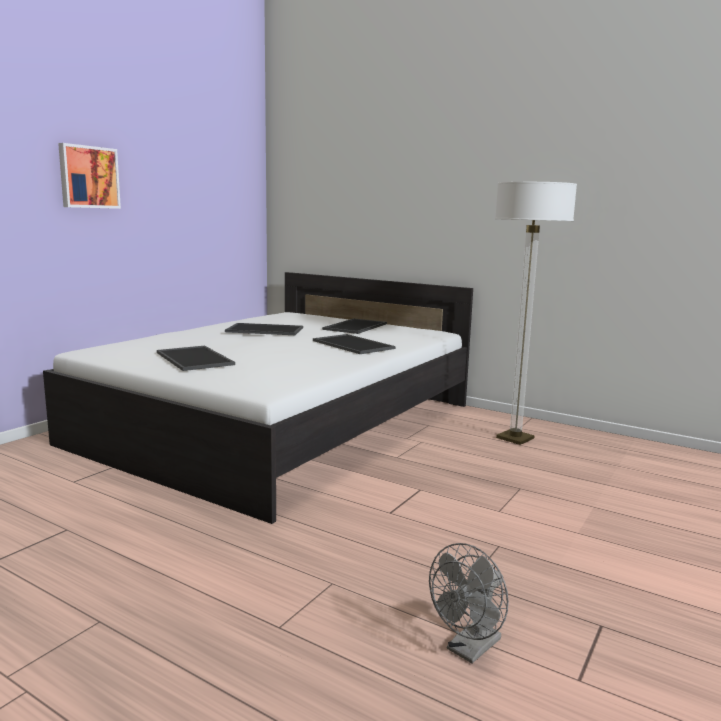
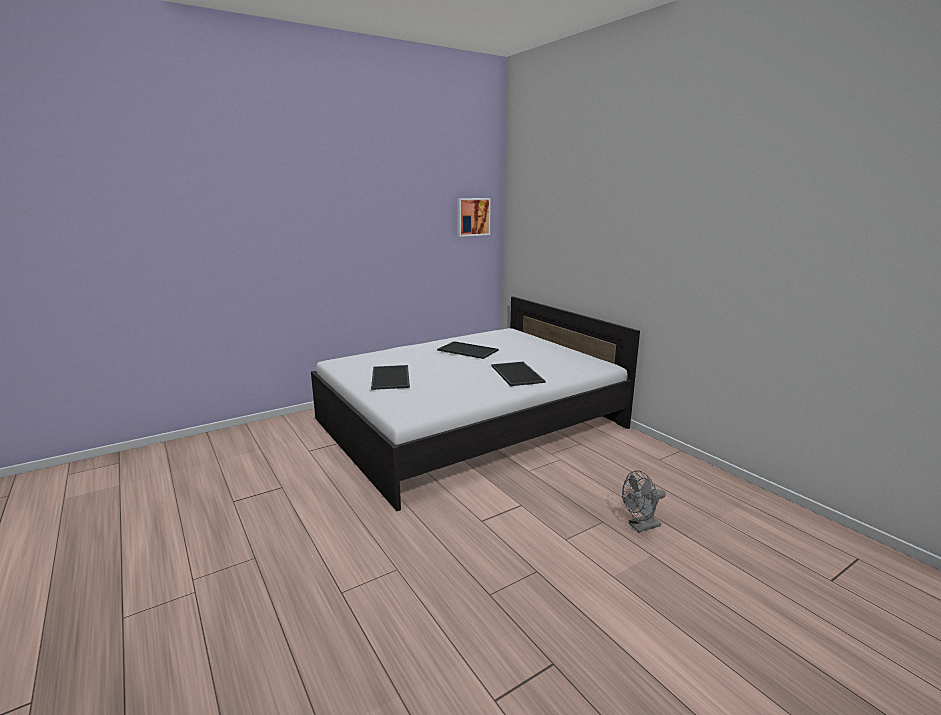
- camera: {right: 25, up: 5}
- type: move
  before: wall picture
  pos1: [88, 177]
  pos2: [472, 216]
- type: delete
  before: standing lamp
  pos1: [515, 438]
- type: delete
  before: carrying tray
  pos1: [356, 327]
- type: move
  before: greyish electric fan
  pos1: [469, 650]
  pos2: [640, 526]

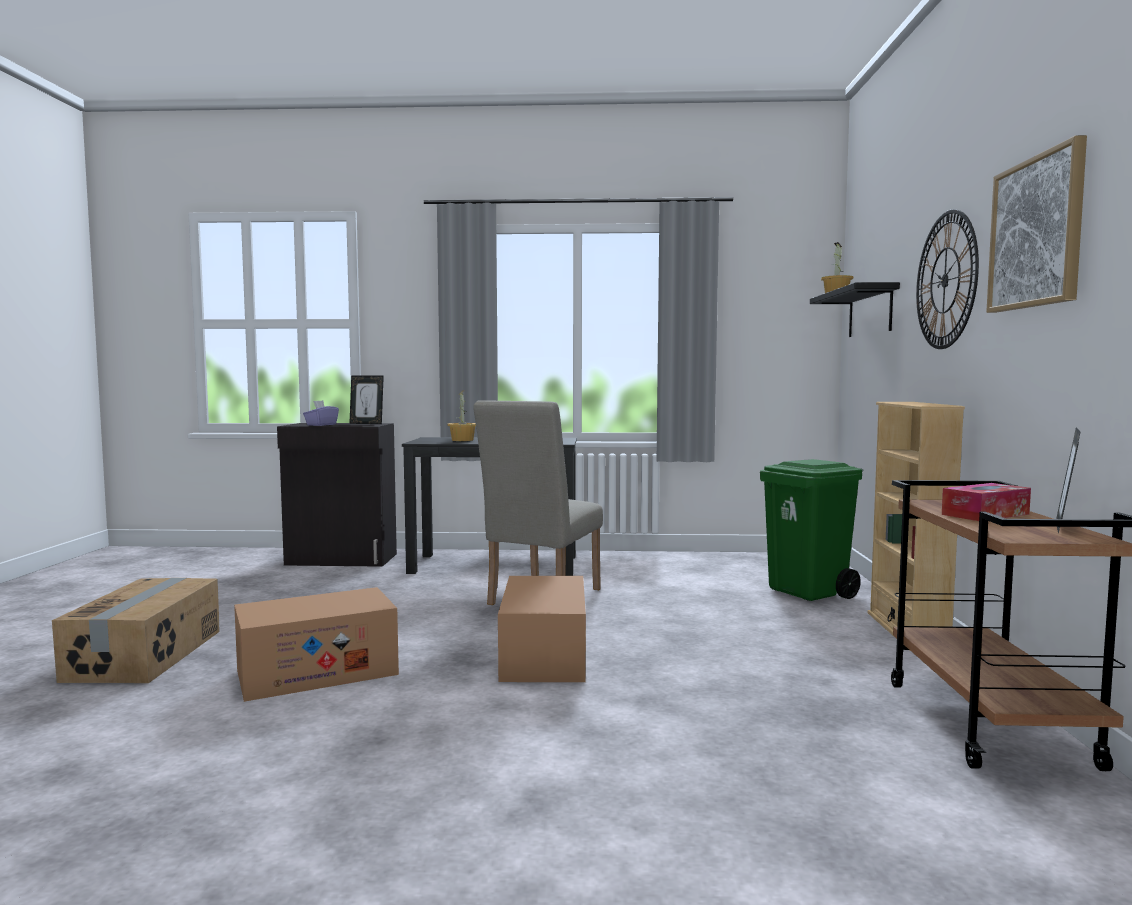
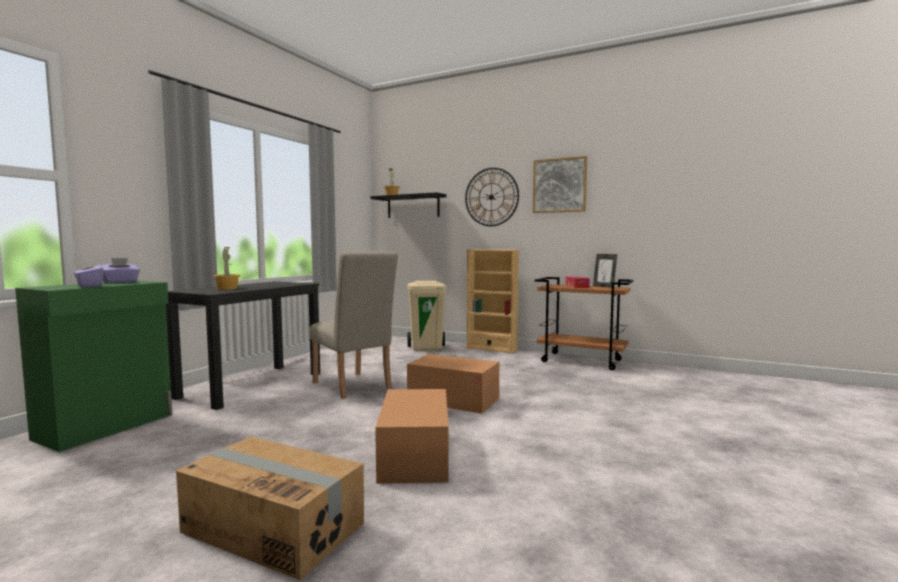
- camera: {right: -65, up: 0}
- type: replace
  before: standing frame
  after: purple-coloured tissue holder
  pos1: [367, 423]
  pos2: [120, 282]
- type: recolor
  before: black-coloured cupboard
  after: greenish cupboard
  pos1: [342, 560]
  pos2: [107, 426]
- type: recolor
  before: greenish rubbish bin
  after: beige-coloured rubbish bin
  pos1: [808, 592]
  pos2: [427, 348]

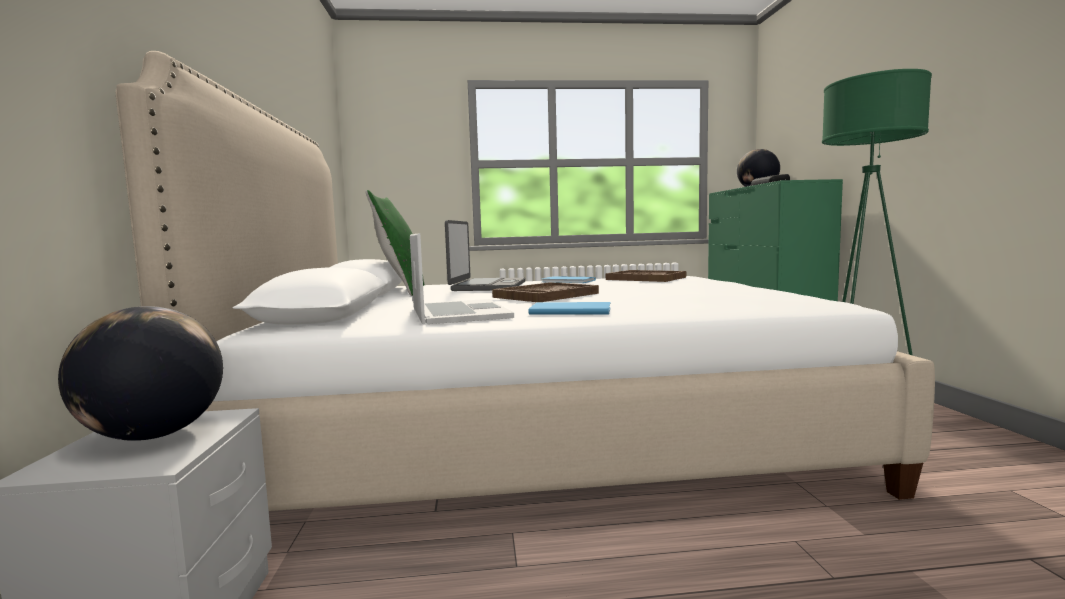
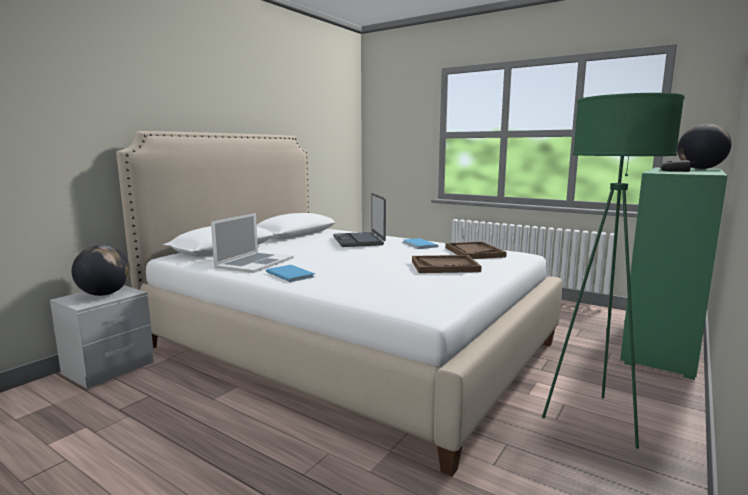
- camera: {right: 40, up: 5}
- type: delete
  before: greenish throw pillow
  pos1: [401, 291]
- type: rotate
  before: notebook computer
  pos1: [487, 286]
  pos2: [359, 240]
  turn: 120
- type: move
  before: brown-coloured carrying tray
  pos1: [546, 295]
  pos2: [445, 266]

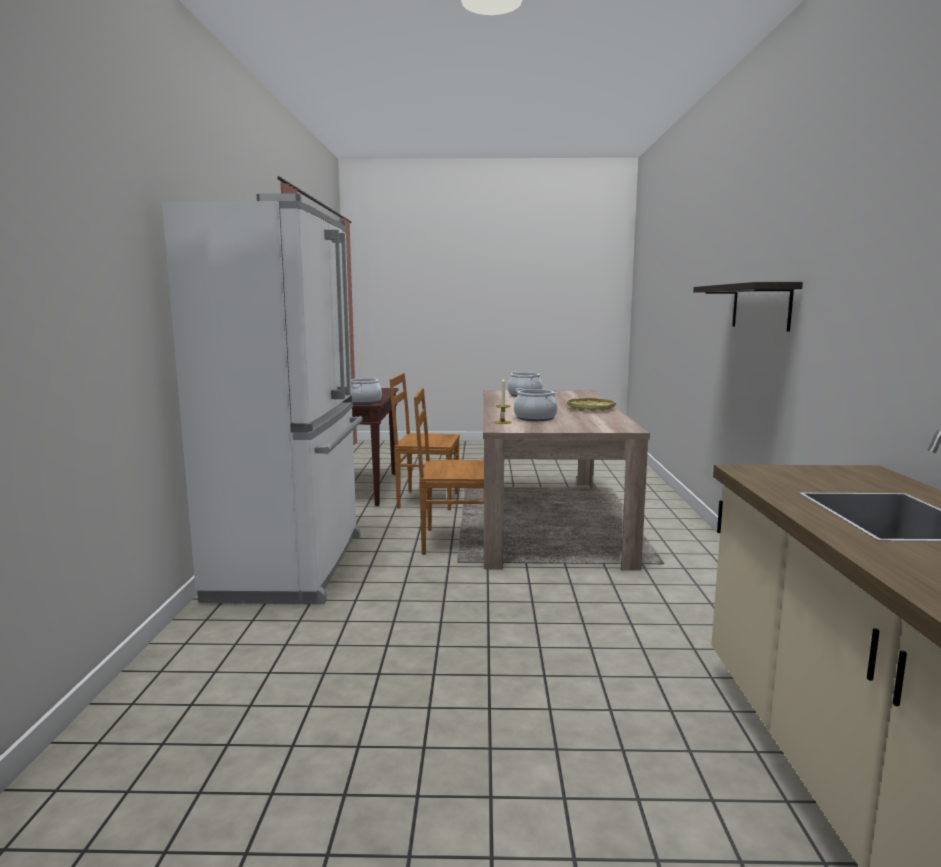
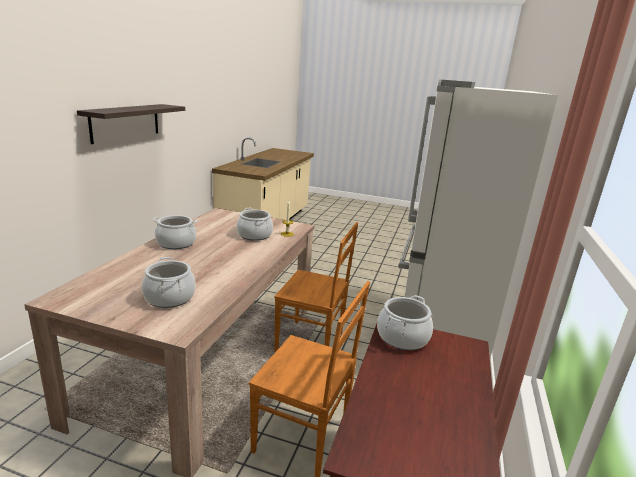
- camera: {right: -165, up: 10}
- type: replace
  before: yellow-coloured carrying tray
  after: cooking pot
  pos1: [591, 408]
  pos2: [176, 243]

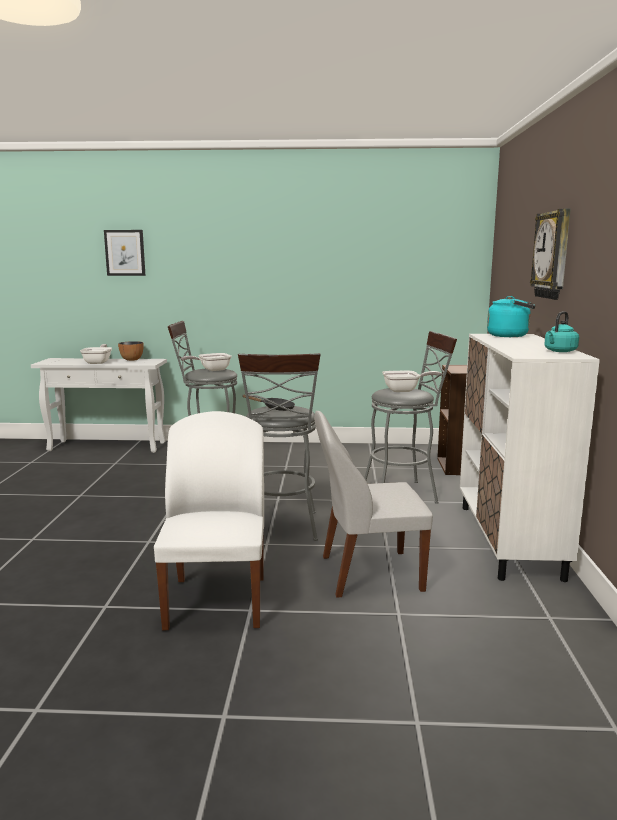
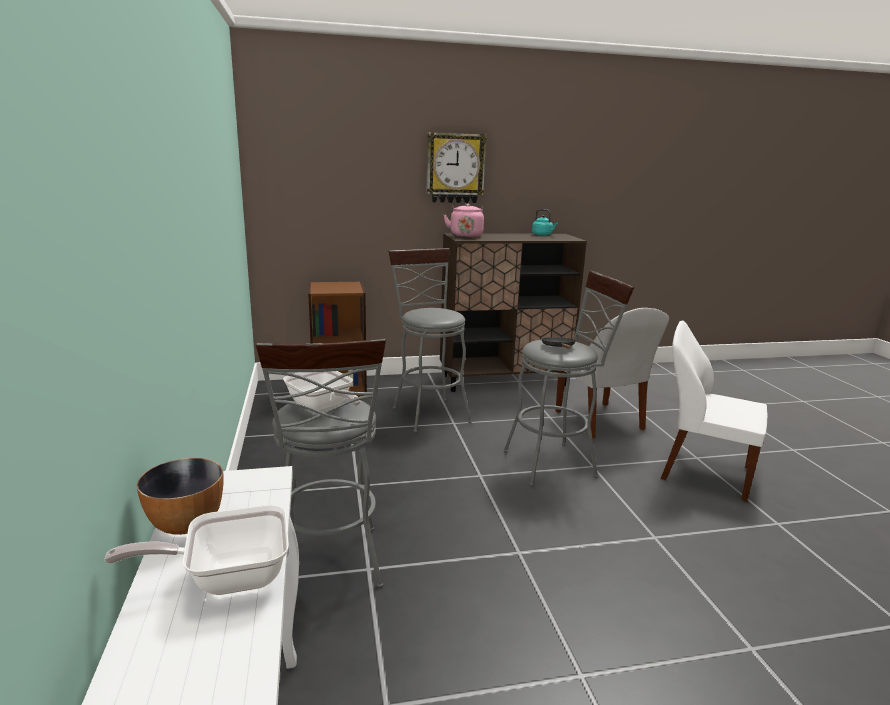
- camera: {right: -105, up: 5}
- type: delete
  before: wall picture
  pos1: [125, 253]
- type: recolor
  before: blue-green kettle
  after: pink kettle
  pos1: [510, 336]
  pos2: [465, 236]
- type: recolor
  before: whitish cupboard
  after: brown-coloured cupboard
  pos1: [508, 540]
  pos2: [504, 380]
- type: delete
  before: skillet
  pos1: [405, 390]
- type: rotate
  before: whitish chair
  pos1: [217, 600]
  pos2: [702, 472]
  turn: 45

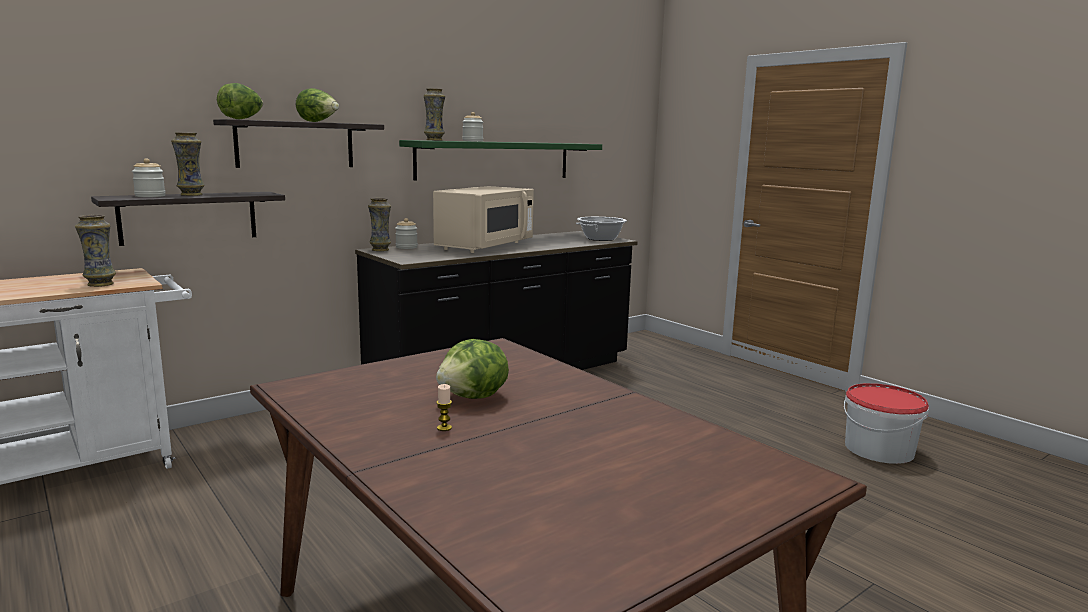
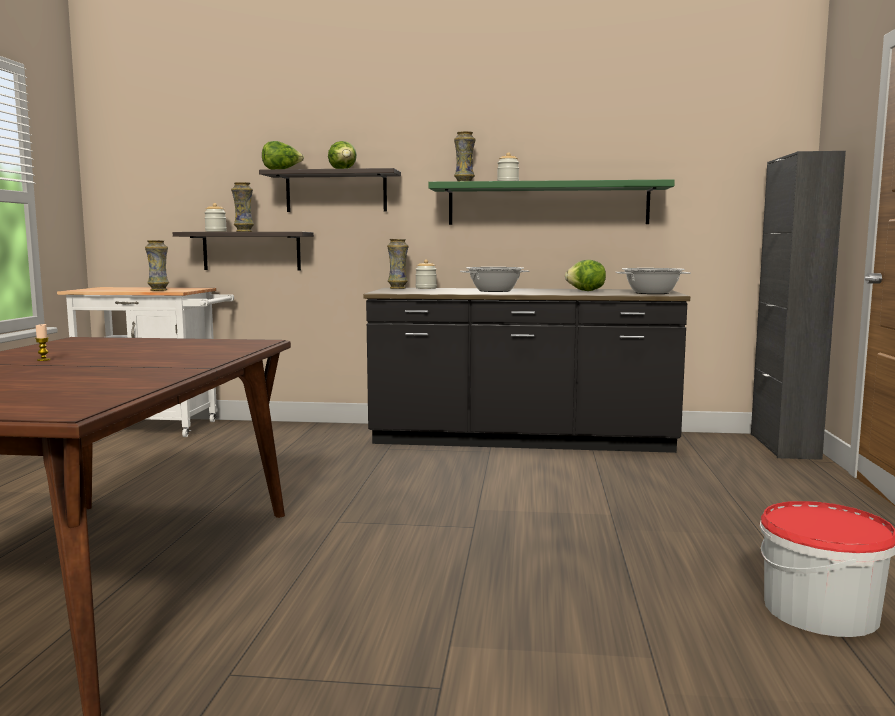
- camera: {right: 45, up: -5}
- type: replace
  before: beige-coloured microwave
  after: cooking pot
  pos1: [485, 246]
  pos2: [494, 291]
- type: move
  before: head of lettuce
  pos1: [474, 397]
  pos2: [586, 291]
- type: insert
  after: black-coloured cupboard
  pos2: [784, 446]

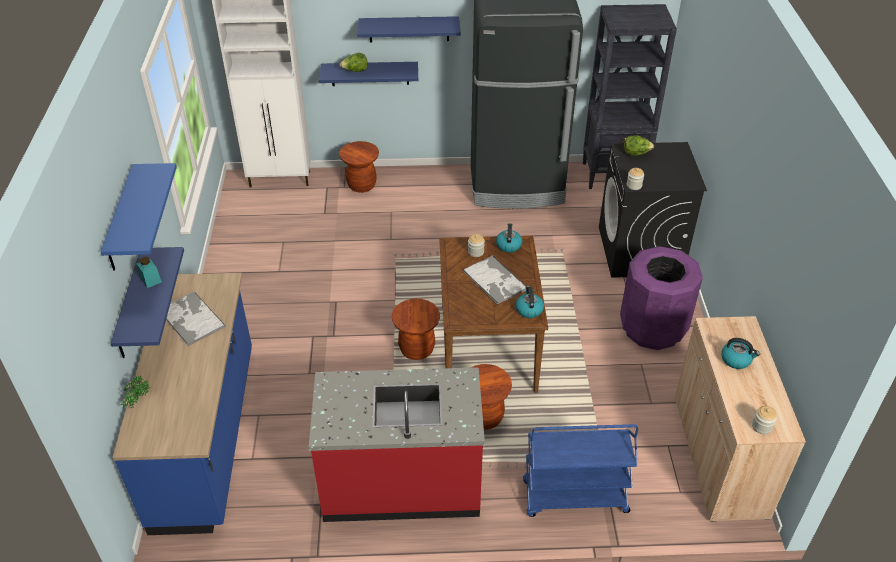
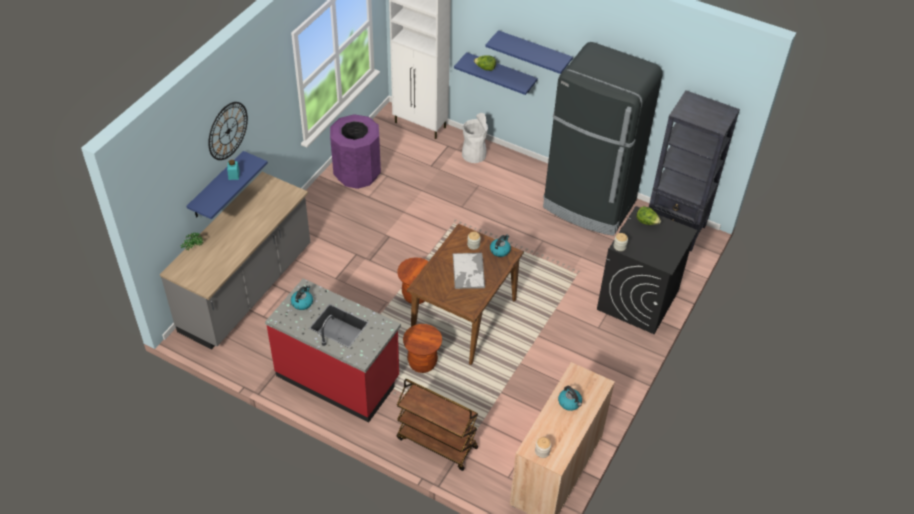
- camera: {right: 30, up: 5}
- type: replace
  before: brown-coloured stool
  after: whitish rubbish bin
  pos1: [361, 185]
  pos2: [474, 154]
- type: replace
  before: blue-coloured shelf
  after: hanging clock
  pos1: [121, 219]
  pos2: [228, 131]
- type: move
  before: purple-coloured rubbish bin
  pos1: [652, 328]
  pos2: [357, 174]
- type: recolor
  before: blue-coloured kitchen counter
  after: greyish kitchen counter
  pos1: [207, 437]
  pos2: [247, 289]
- type: move
  before: kettle
  pos1: [529, 309]
  pos2: [302, 302]
- type: delete
  before: carrying tray
  pos1: [191, 318]
- type: recolor
  before: blue-coloured cart
  after: brown-coloured cart
  pos1: [574, 497]
  pos2: [436, 443]

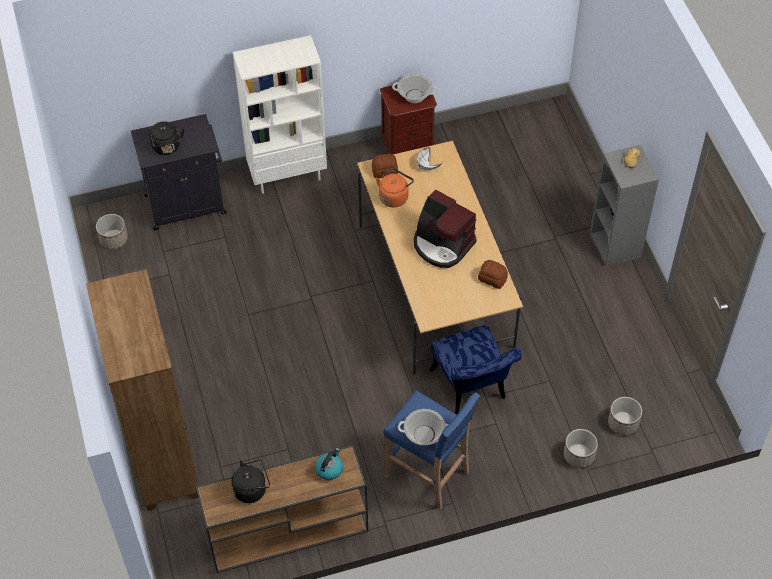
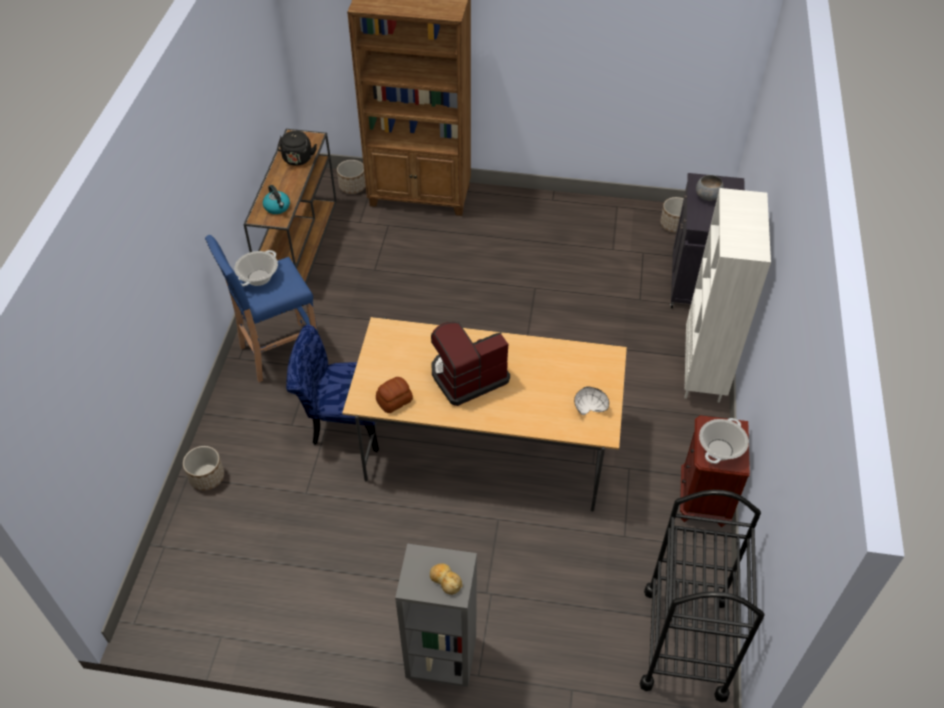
- camera: {right: 115, up: -5}
- type: replace
  before: black-coloured kettle
  after: greyish deep dish
  pos1: [167, 147]
  pos2: [707, 196]
- type: delete
  before: bread
  pos1: [384, 171]
- type: delete
  before: orange-coloured kettle
  pos1: [394, 196]
- type: move
  before: flower pot
  pos1: [622, 423]
  pos2: [353, 186]
- type: insert
  after: black-coloured cart
  pos2: [684, 642]

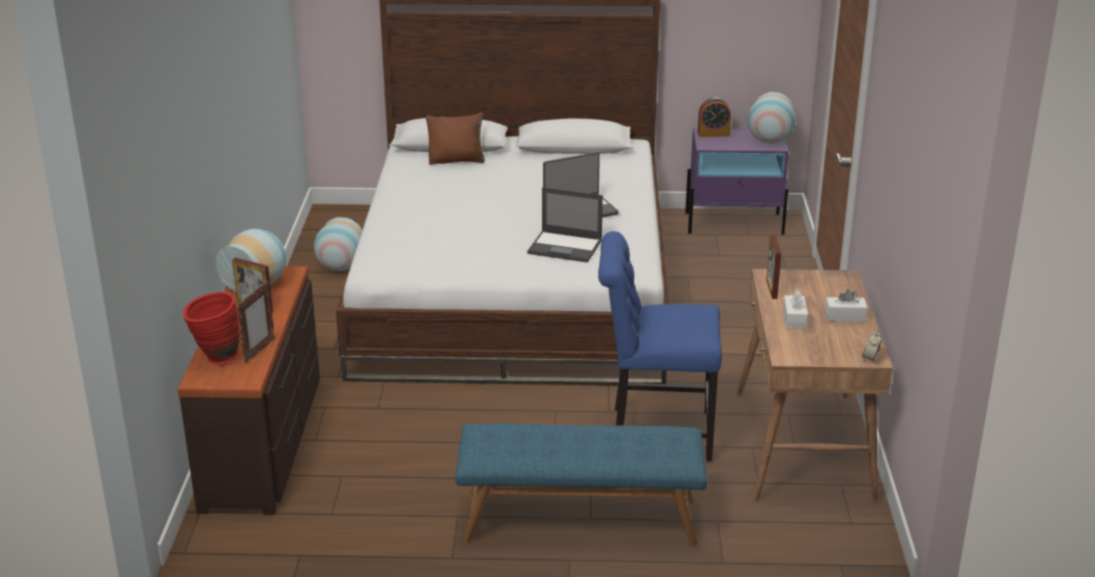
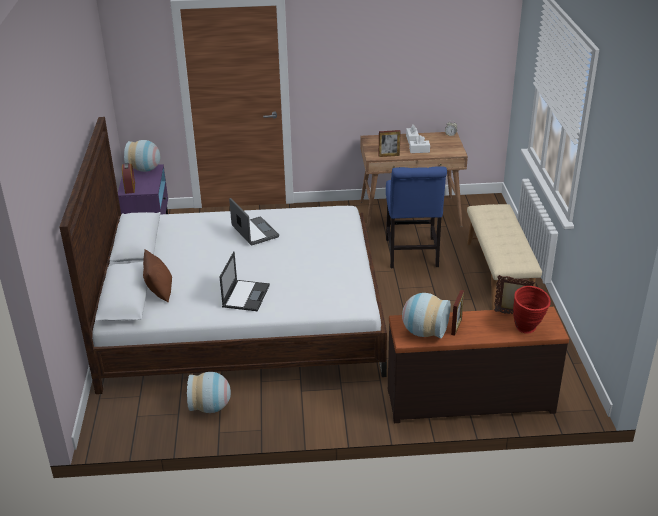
- camera: {right: -95, up: 5}
- type: move
  before: notebook computer
  pos1: [566, 247]
  pos2: [246, 295]
- type: recolor
  before: blue-coloured indoor bench
  after: beige-coloured indoor bench
  pos1: [580, 520]
  pos2: [499, 274]

